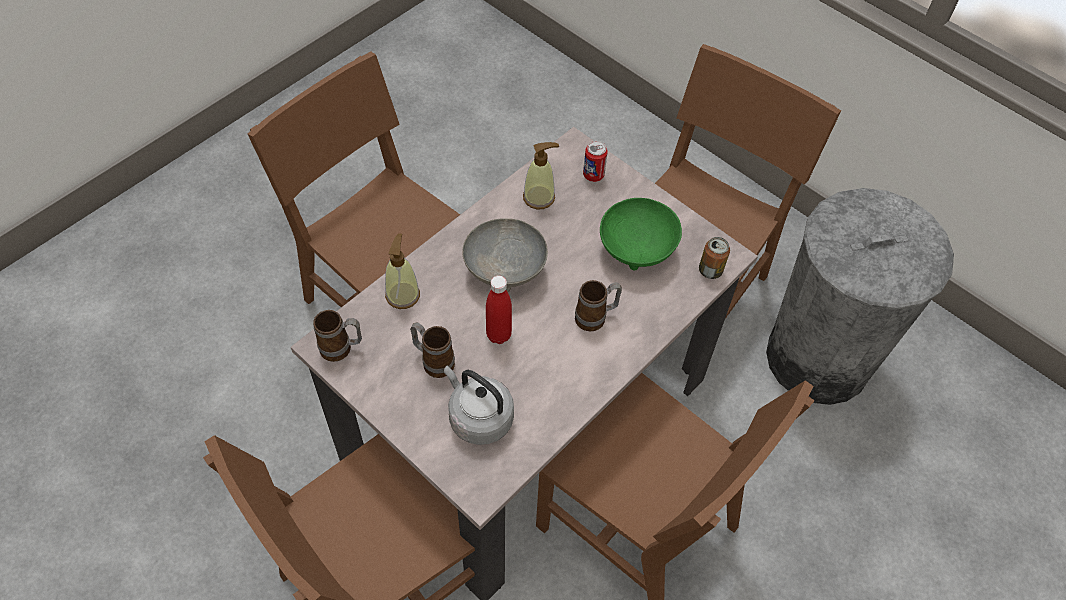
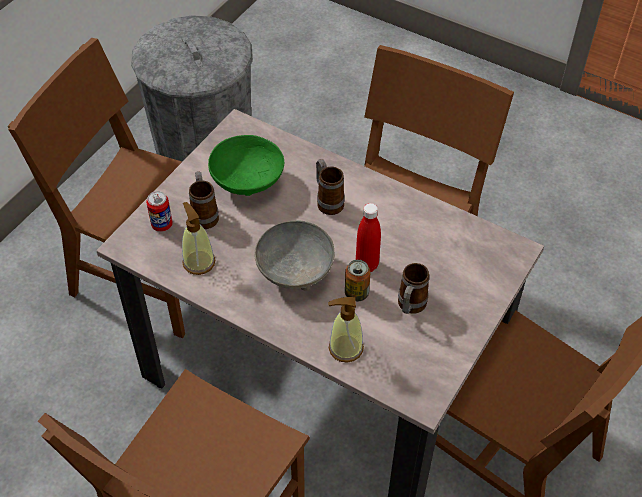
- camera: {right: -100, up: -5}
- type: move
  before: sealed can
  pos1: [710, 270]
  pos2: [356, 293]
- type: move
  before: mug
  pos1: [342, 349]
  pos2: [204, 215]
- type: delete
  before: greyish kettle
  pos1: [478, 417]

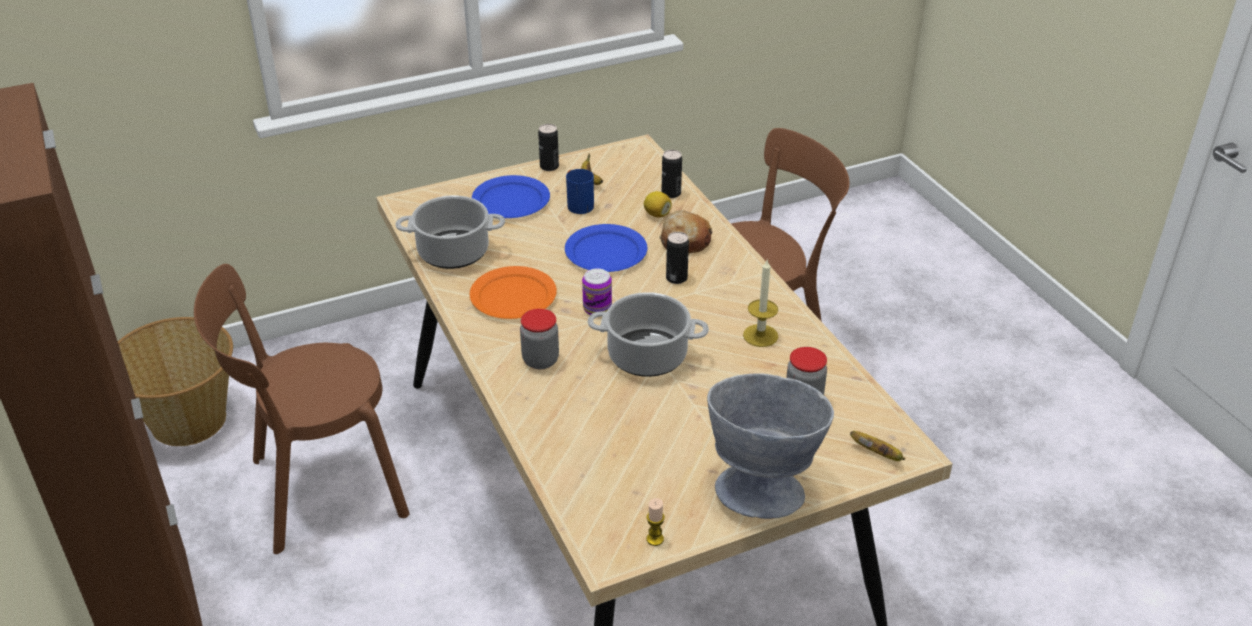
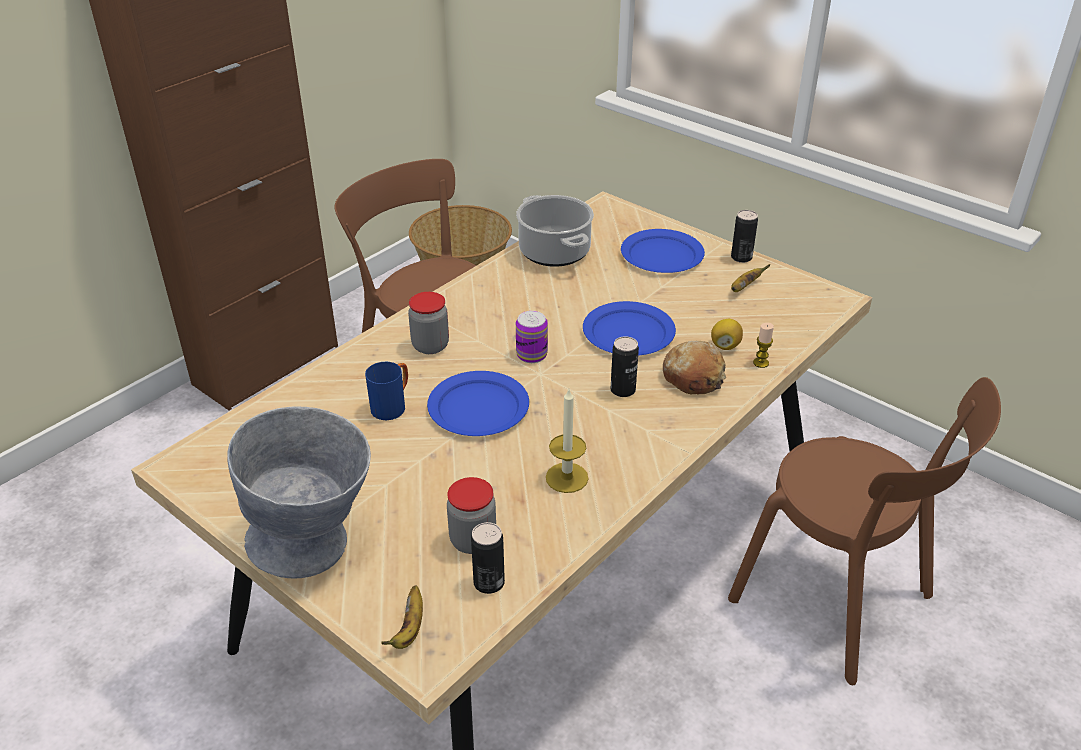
- camera: {right: 65, up: 0}
- type: move
  before: sealed can
  pos1: [671, 193]
  pos2: [489, 583]
- type: move
  before: blue-coloured mug
  pos1: [577, 204]
  pos2: [392, 406]
- type: delete
  before: orange-coloured flat dish
  pos1: [514, 296]
- type: replace
  before: cooking pot
  after: blue-coloured flat dish
  pos1: [648, 355]
  pos2: [479, 408]
- type: move
  before: candle
  pos1: [655, 539]
  pos2: [761, 363]

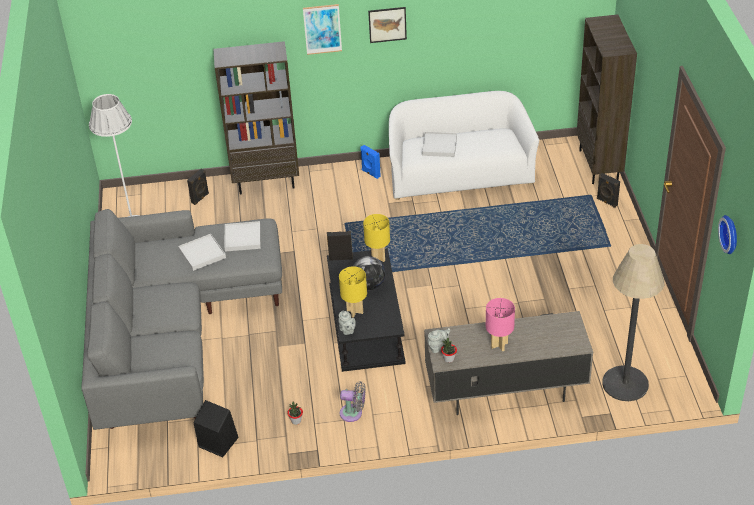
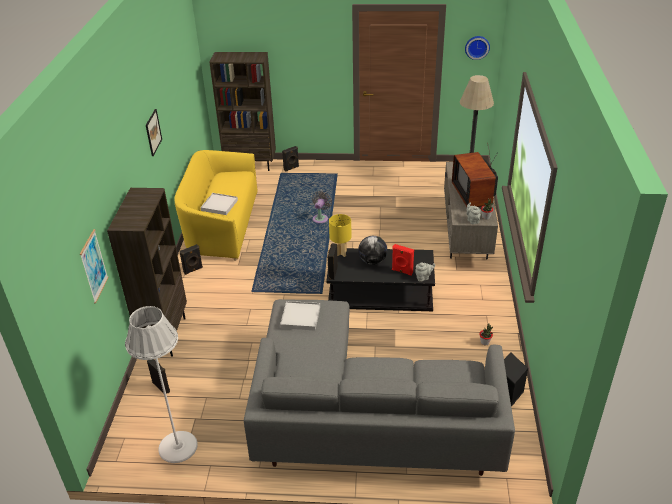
- camera: {right: -80, up: -5}
- type: move
  before: wall picture
  pos1: [322, 29]
  pos2: [93, 266]
- type: recolor
  before: whitish couch
  after: yellow-coloured couch
  pos1: [459, 173]
  pos2: [221, 225]
- type: recolor
  before: blue-coloured loudspeaker
  after: black-coloured loudspeaker
  pos1: [370, 173]
  pos2: [193, 270]
- type: delete
  before: whitish carrying tray
  pos1: [202, 254]
- type: replace
  before: yellow-coloured lamp for a table
  after: red loudspeaker
  pos1: [355, 311]
  pos2: [402, 271]
- type: replace
  before: pink lamp for a table
  after: television
  pos1: [499, 345]
  pos2: [475, 195]
- type: move
  before: greyish electric fan
  pos1: [353, 413]
  pos2: [321, 218]

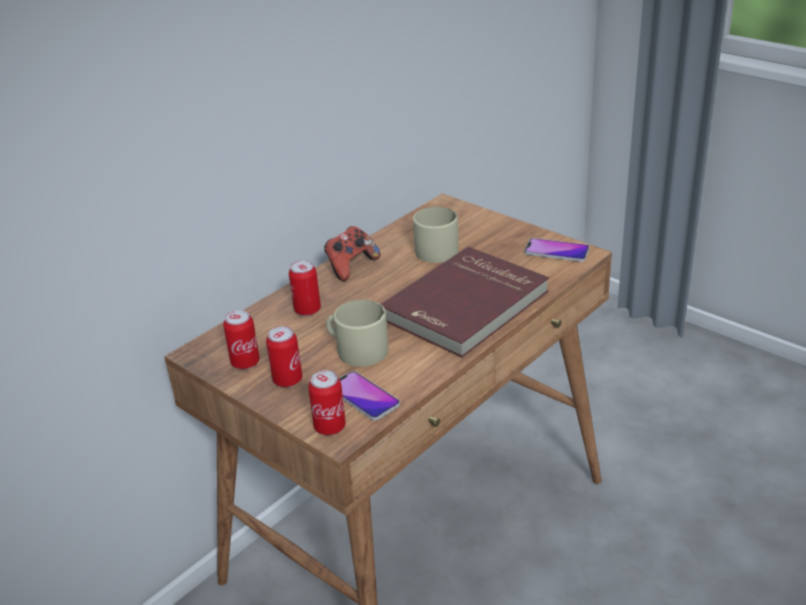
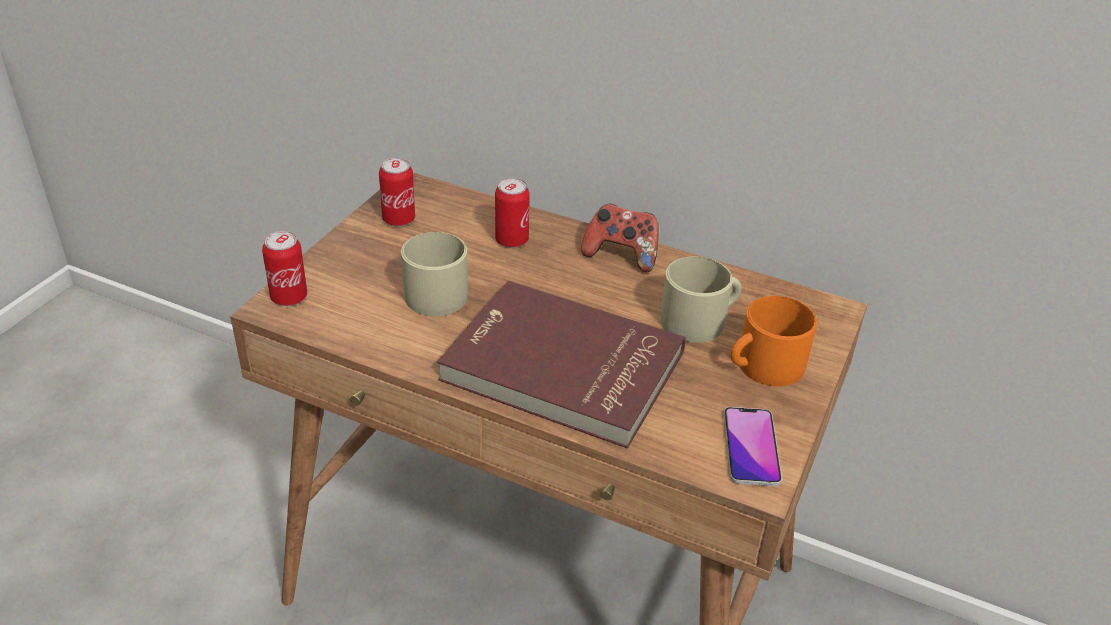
- camera: {right: 70, up: 5}
- type: delete
  before: sealed can
  pos1: [287, 380]
- type: delete
  before: handset
  pos1: [363, 397]
- type: insert
  after: orange-coloured mug
  pos2: [763, 366]

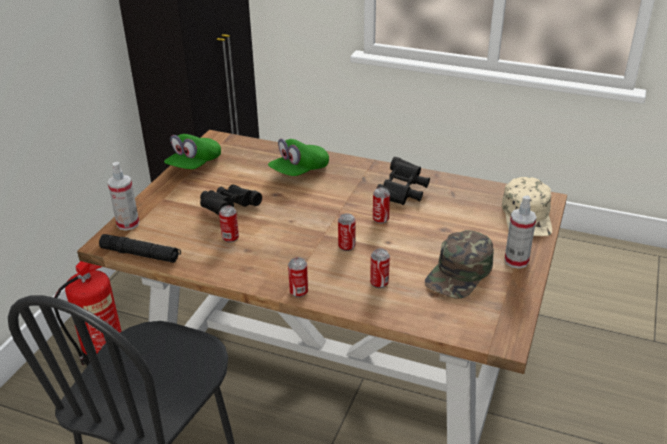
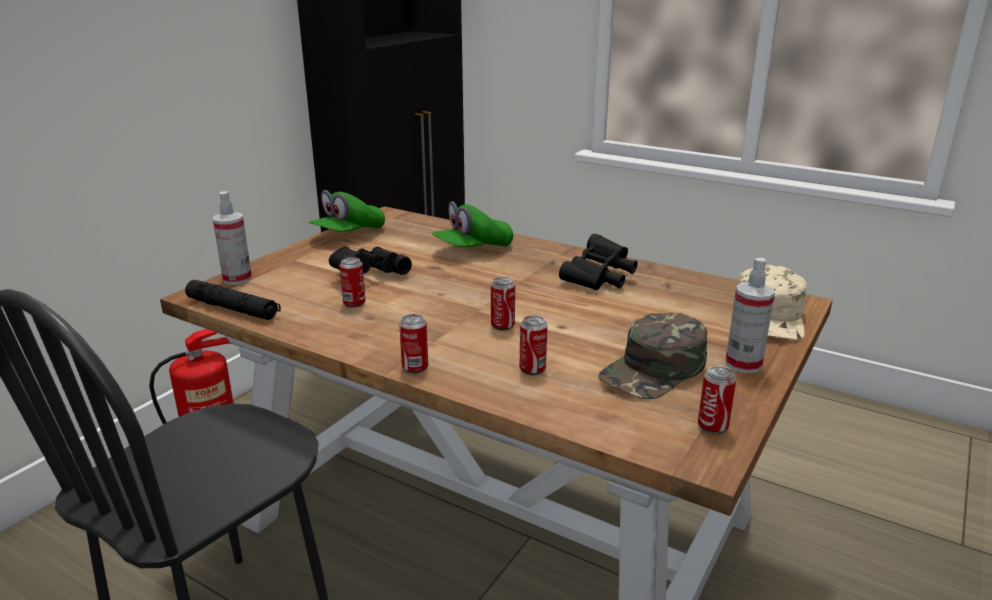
- camera: {right: 10, up: -10}
- type: move
  before: sealed can
  pos1: [380, 219]
  pos2: [712, 426]

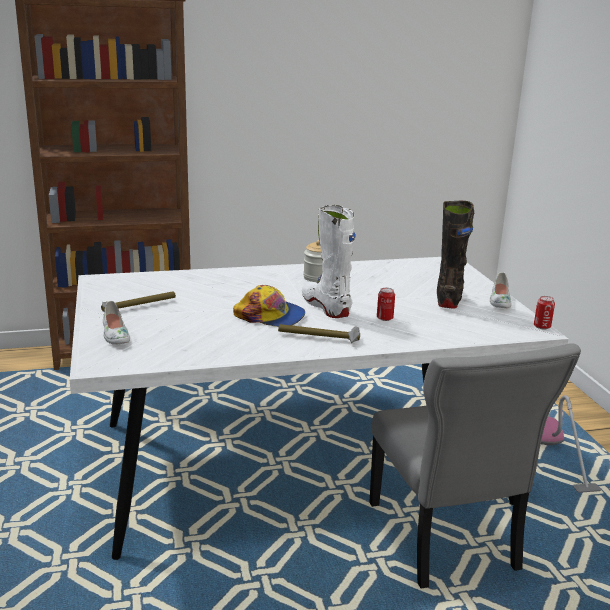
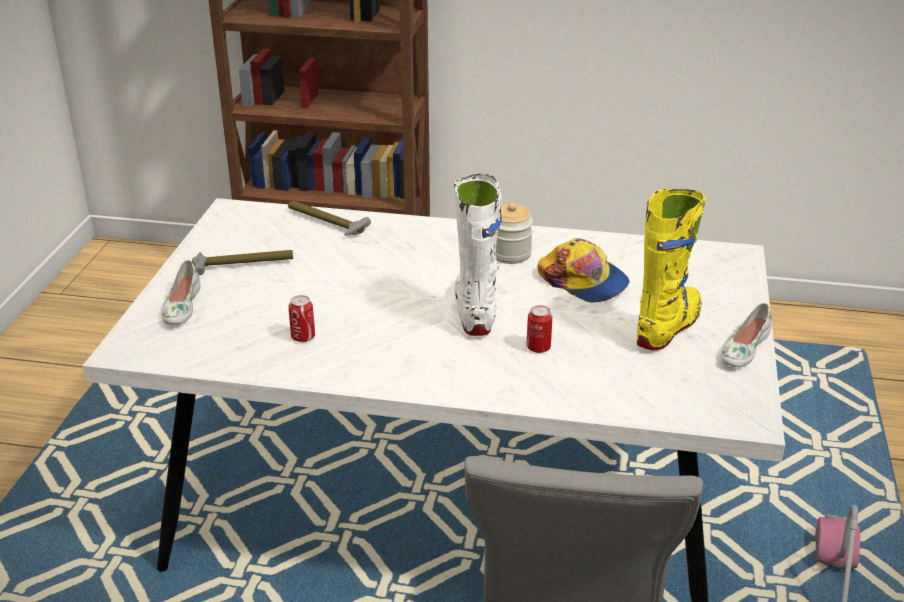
- camera: {right: 25, up: 10}
- type: recolor
  before: black-coloured tall boot
  after: yellow-coloured tall boot
  pos1: [449, 298]
  pos2: [668, 328]
- type: move
  before: cap
  pos1: [270, 316]
  pos2: [584, 281]
- type: move
  before: sealed can
  pos1: [542, 326]
  pos2: [303, 337]
- type: move
  before: hammer
  pos1: [318, 338]
  pos2: [326, 223]

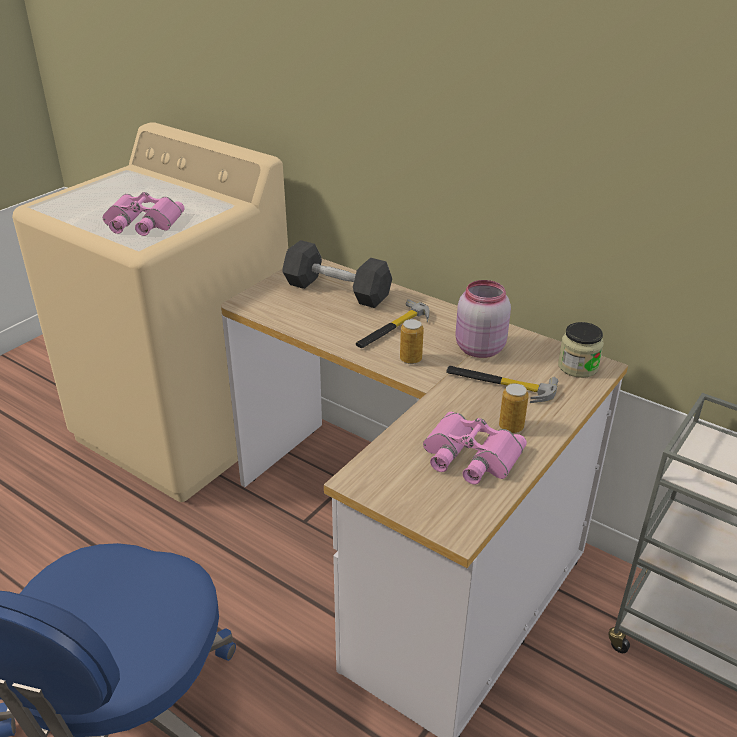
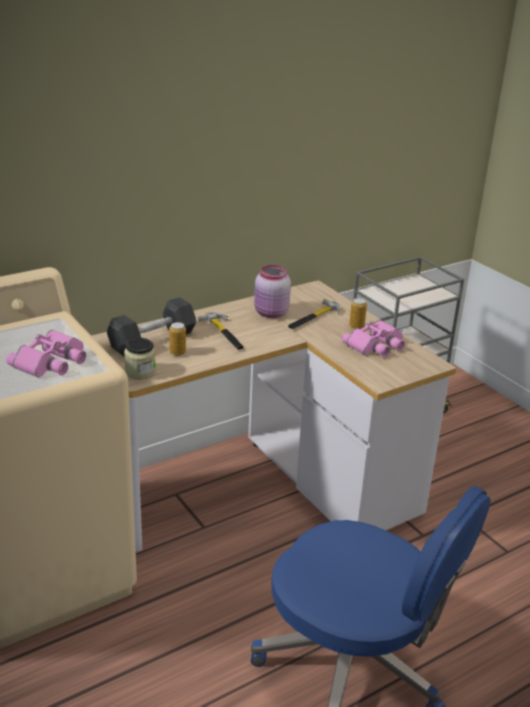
- camera: {right: -70, up: -5}
- type: move
  before: sealed can
  pos1: [410, 359]
  pos2: [177, 352]
- type: move
  before: jar
  pos1: [578, 367]
  pos2: [140, 372]

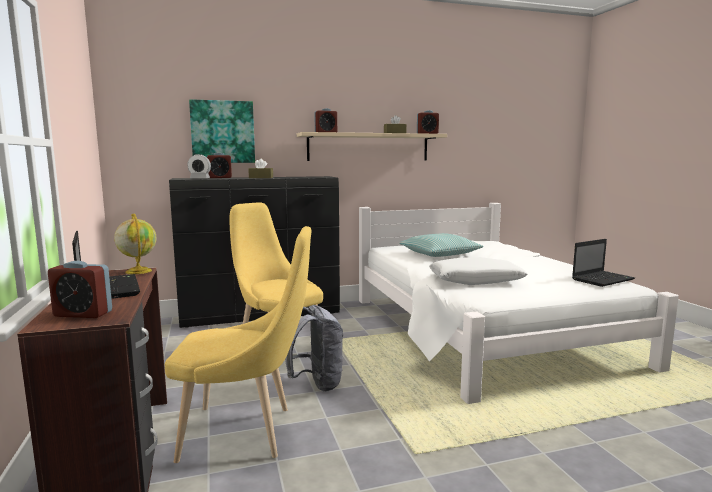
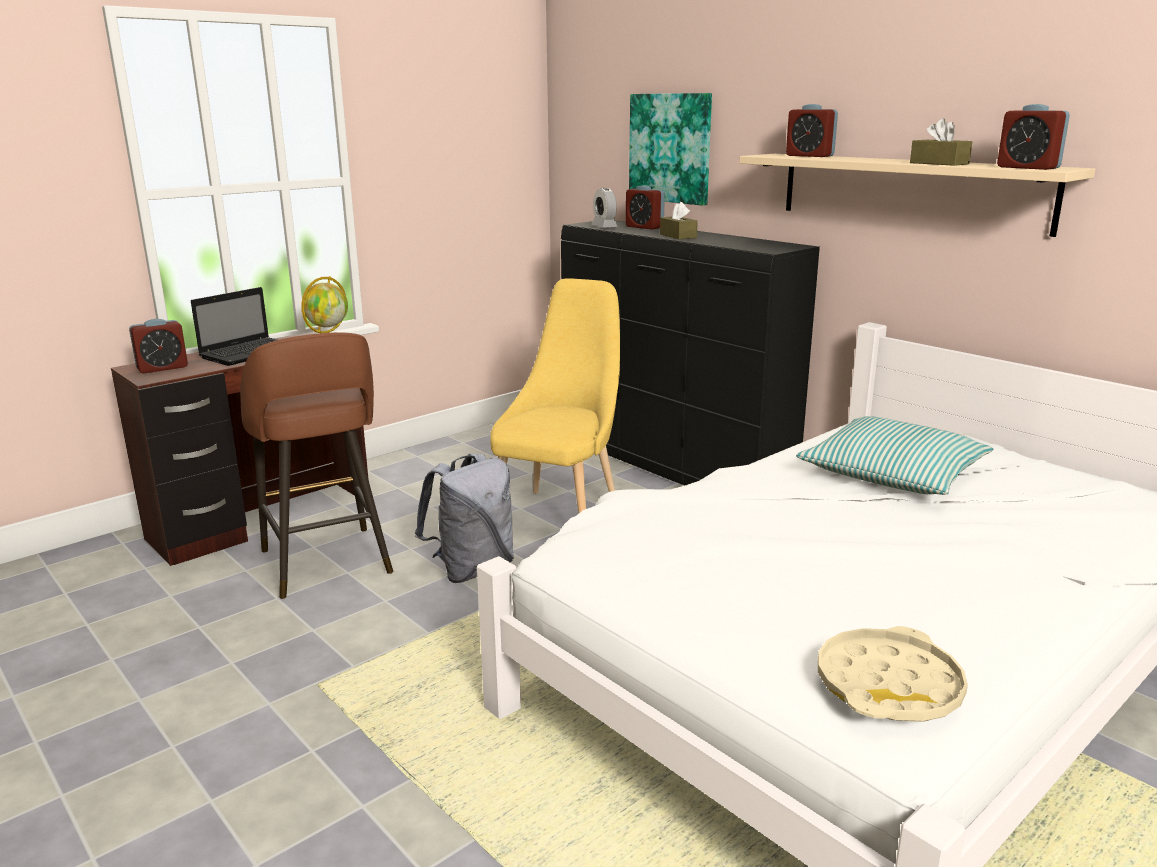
- camera: {right: 65, up: 10}
- type: replace
  before: yellow-coloured chair
  after: brown-coloured stool
  pos1: [245, 433]
  pos2: [326, 564]
- type: replace
  before: notebook computer
  after: beige-coloured carrying tray
  pos1: [603, 279]
  pos2: [888, 686]
- type: delete
  before: whitish throw pillow
  pos1: [475, 280]
- type: rotate
  before: table clock
  pos1: [83, 314]
  pos2: [162, 368]
  turn: -105

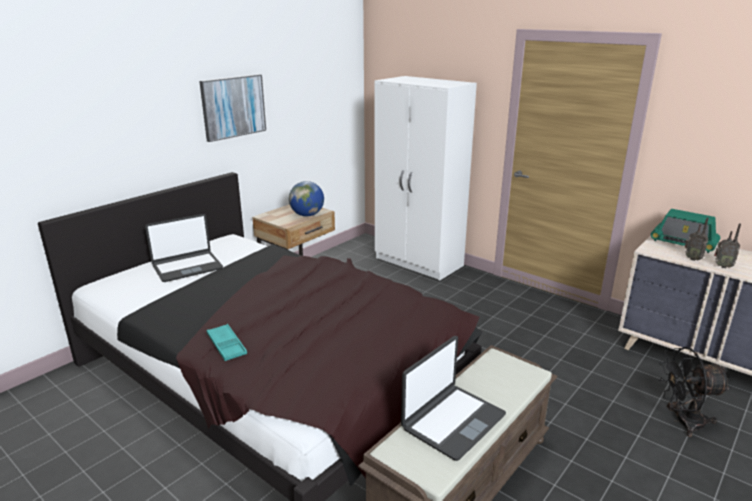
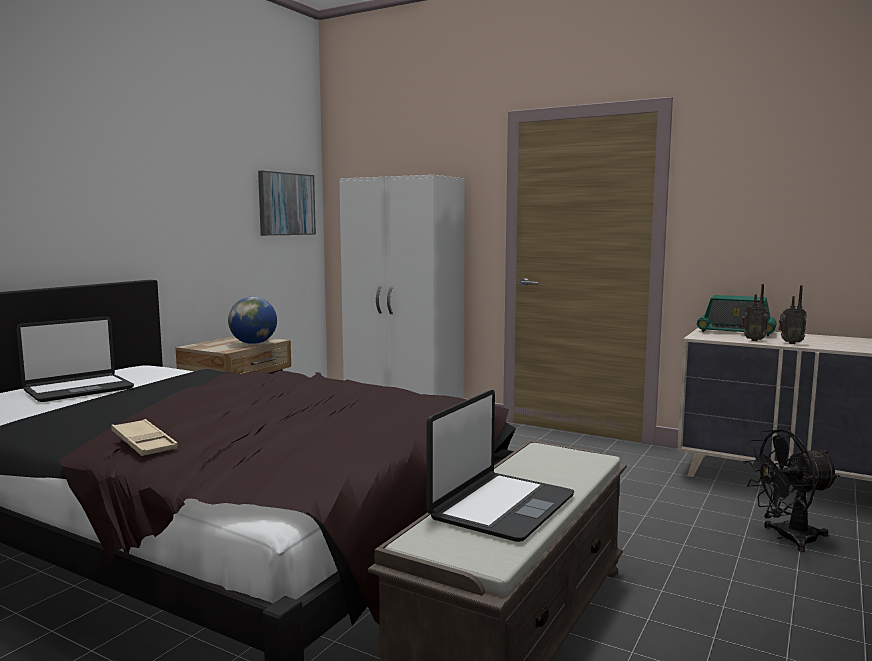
- camera: {right: -10, up: -15}
- type: move
  before: wall picture
  pos1: [233, 107]
  pos2: [286, 204]
- type: recolor
  before: blue-green carrying tray
  after: beige-coloured carrying tray
  pos1: [227, 345]
  pos2: [144, 443]

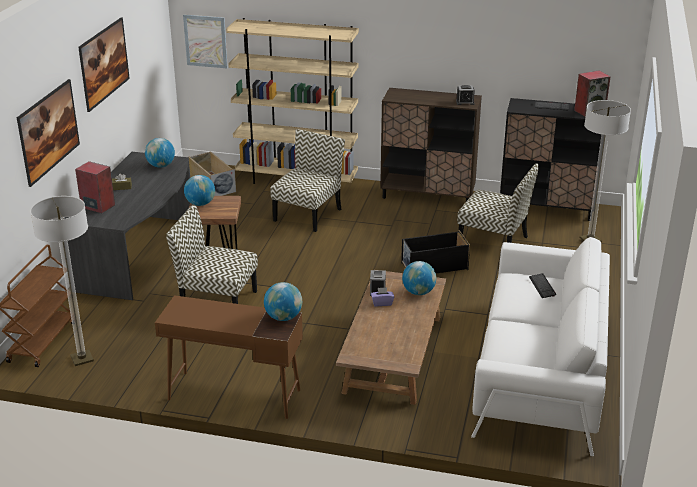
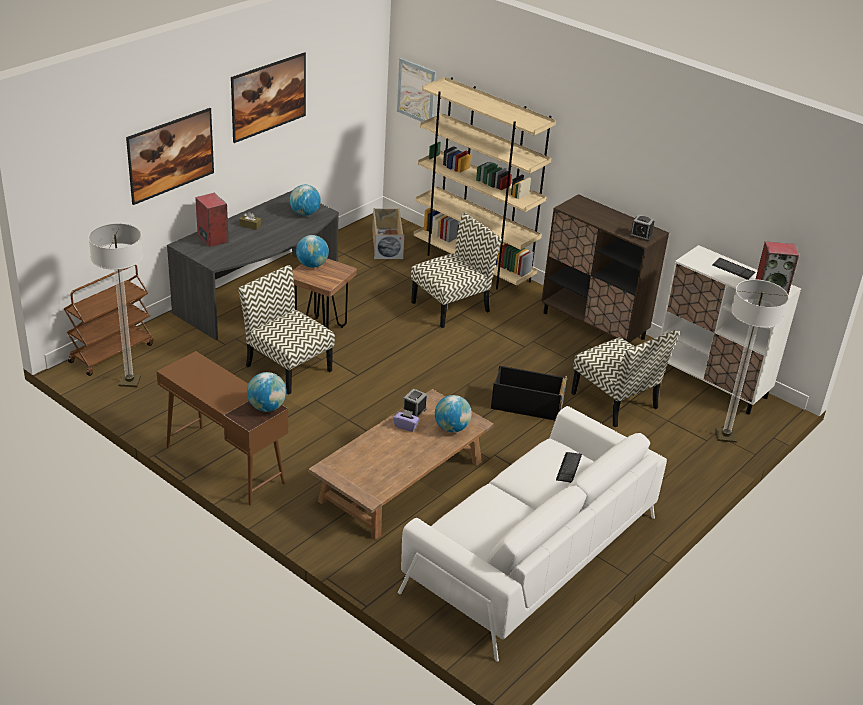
- camera: {right: 25, up: 5}
- type: recolor
  before: black-coloured cupboard
  after: whitish cupboard
  pos1: [546, 208]
  pos2: [712, 383]

